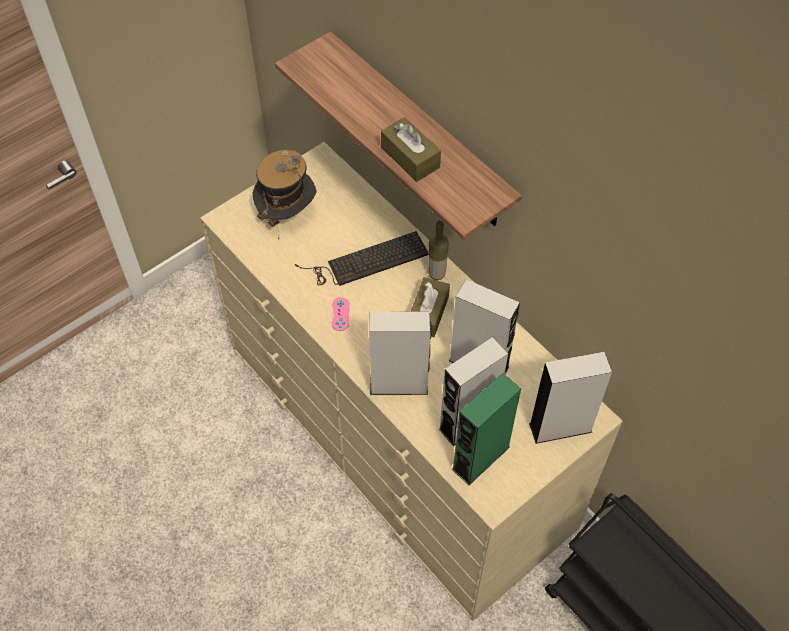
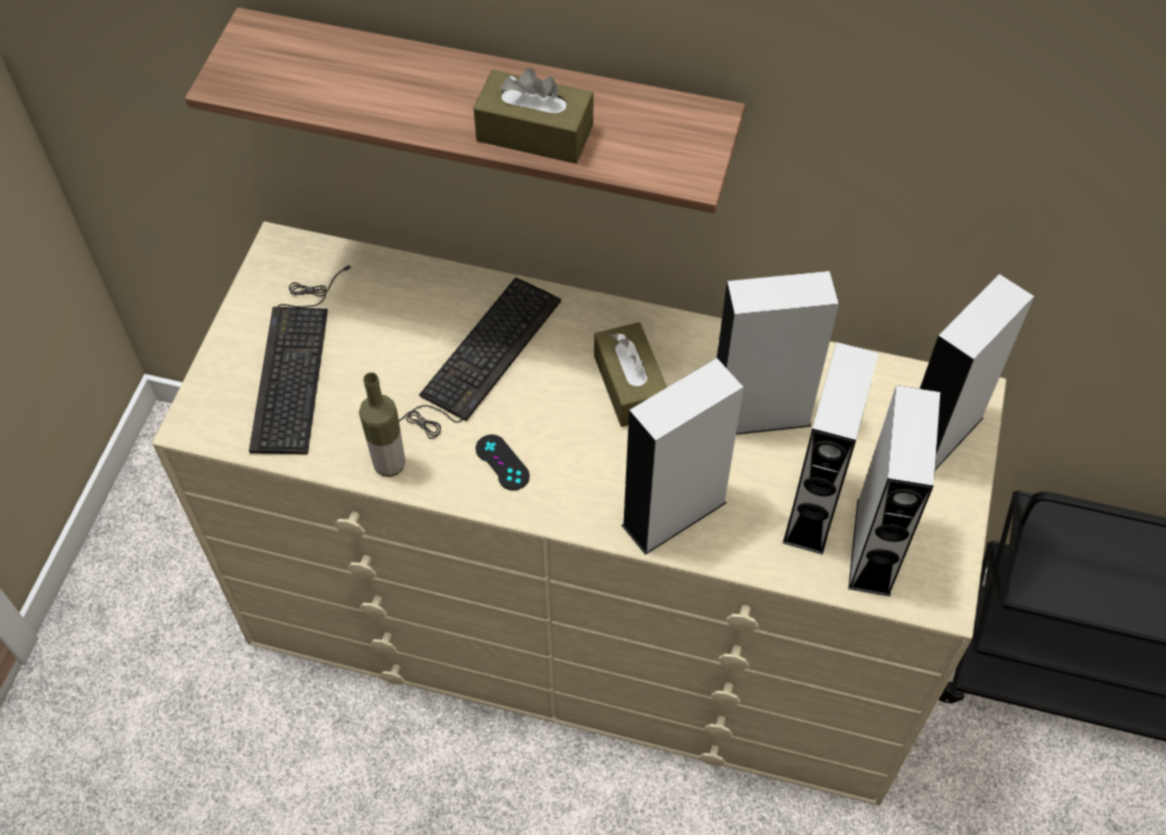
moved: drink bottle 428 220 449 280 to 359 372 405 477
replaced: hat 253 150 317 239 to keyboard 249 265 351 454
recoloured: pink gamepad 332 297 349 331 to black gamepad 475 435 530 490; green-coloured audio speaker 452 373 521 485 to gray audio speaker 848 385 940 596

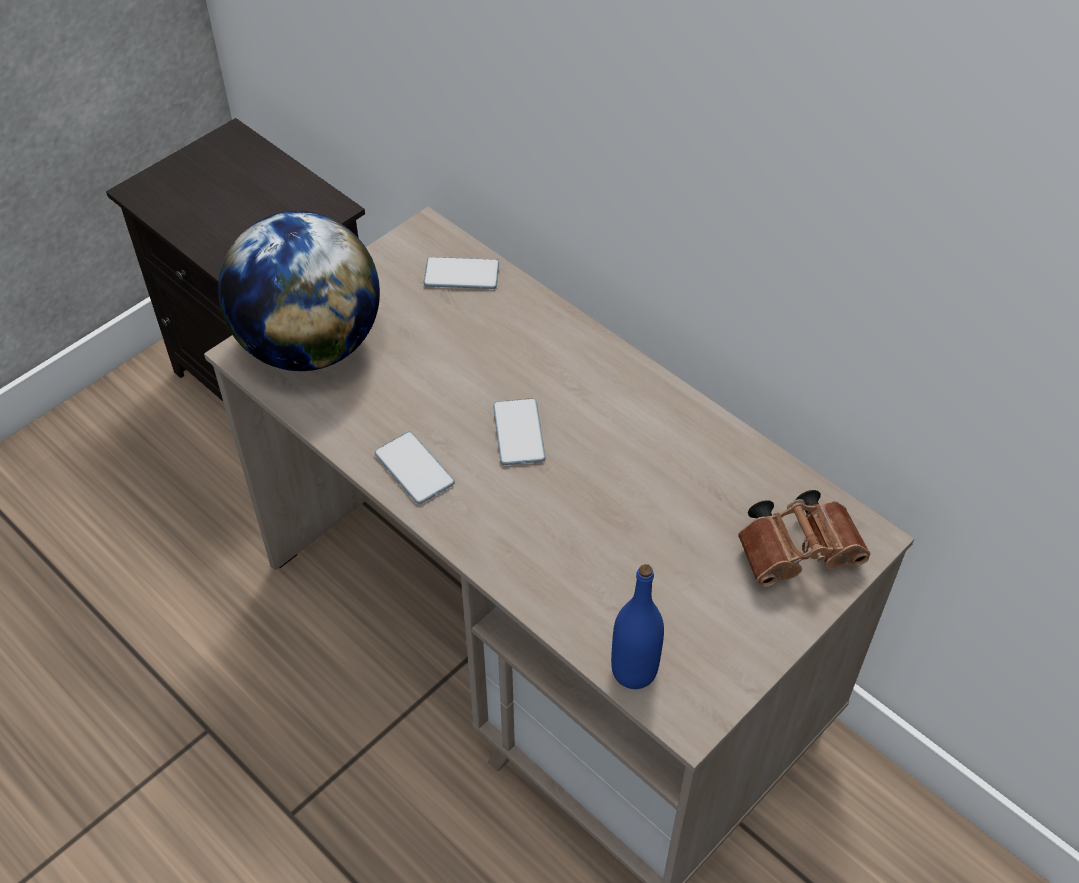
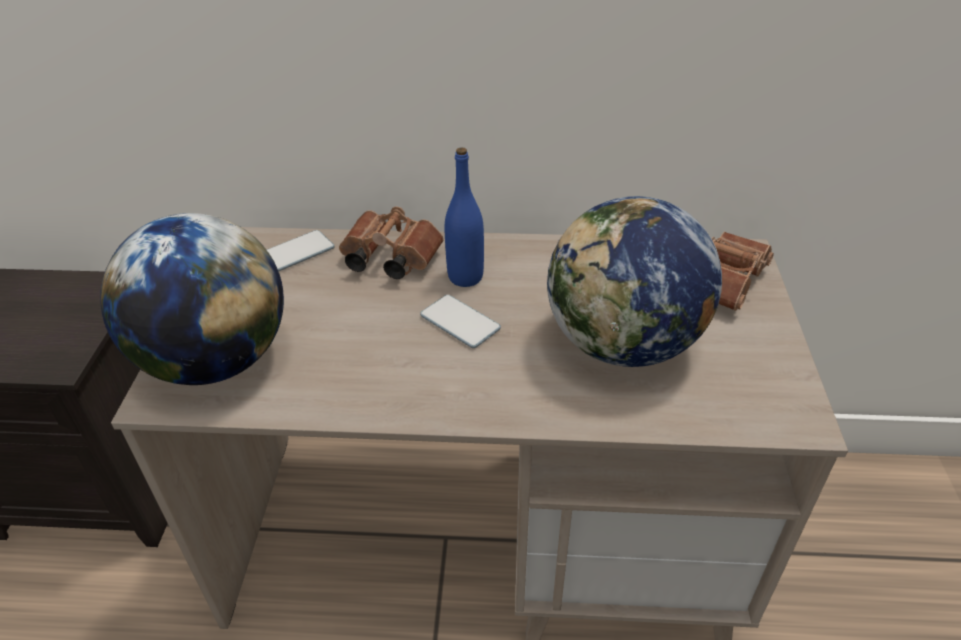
removed: handset 375 432 455 504
added: brownish binoculars 339 207 444 279; desk globe 547 196 722 367
moved: bluish drink bottle 611 564 664 689 to 445 147 484 287

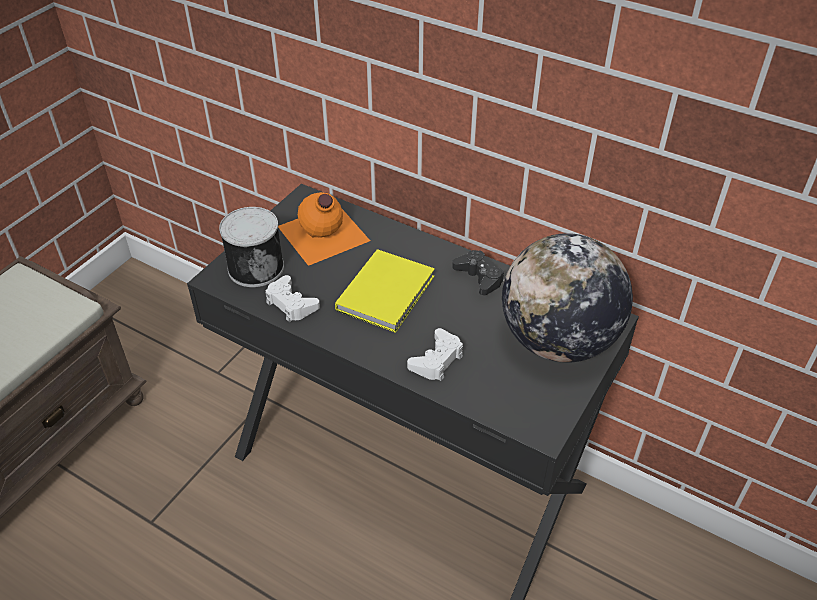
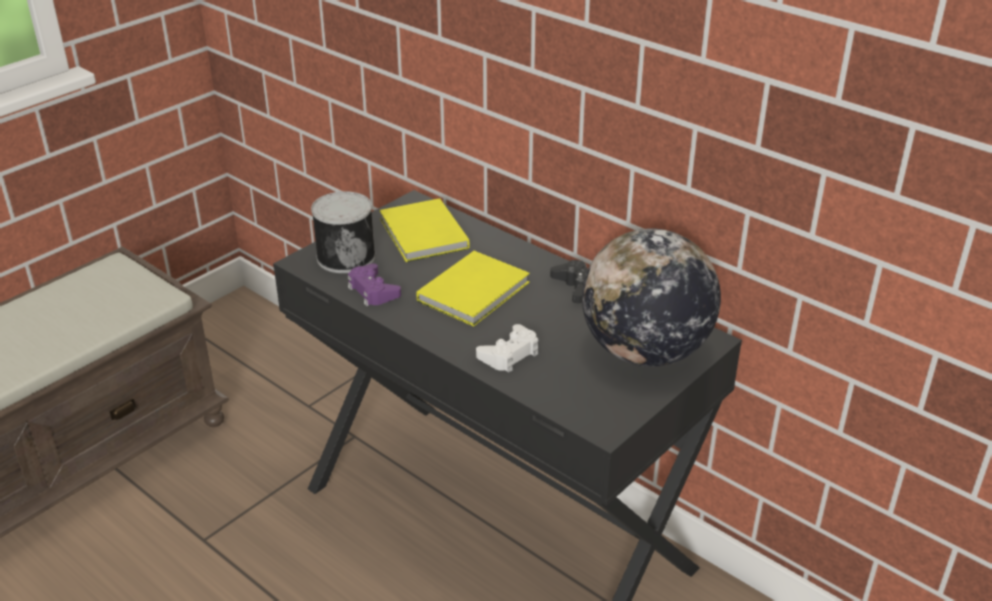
replaced: orangey drink bottle 278 192 370 266 to yellow bound book 379 198 469 262
recoloured: whitish gamepad 266 275 320 322 to purple gamepad 348 263 401 306

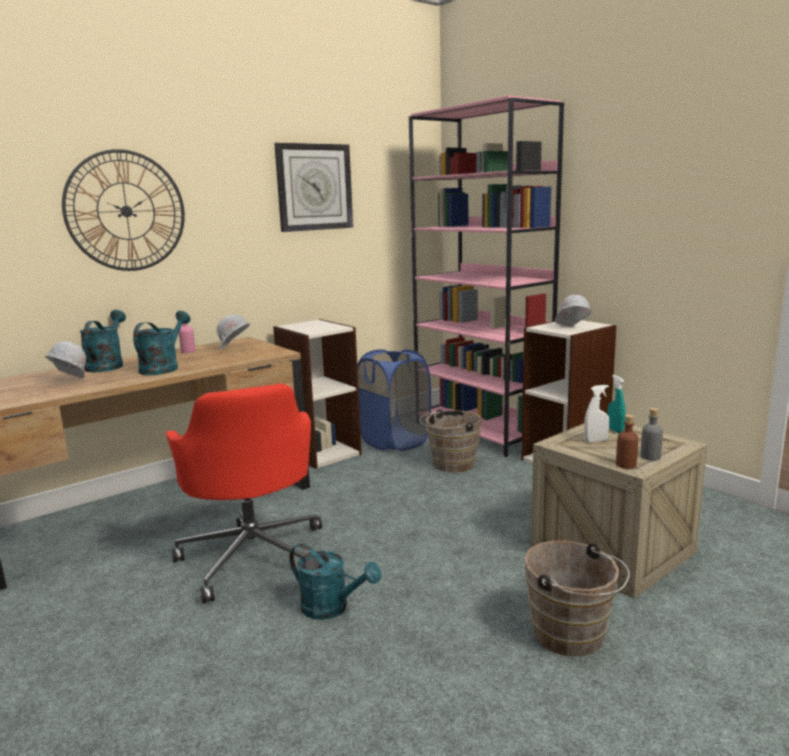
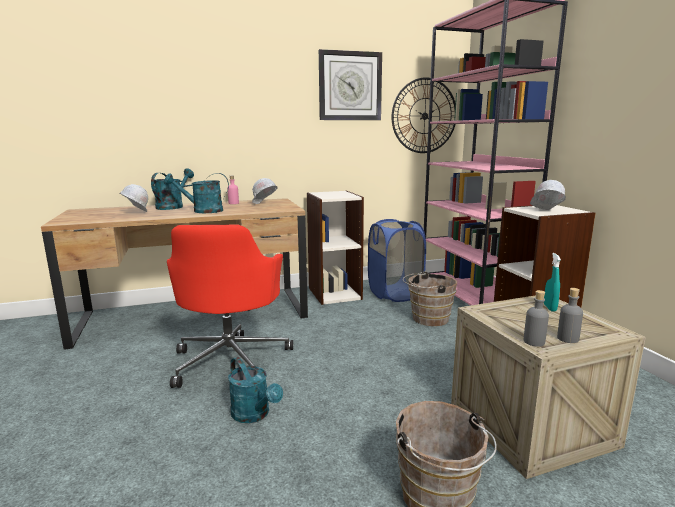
removed: whitish sprayer 584 385 610 442
moved: wall clock 62 149 185 271 to 392 77 455 153
recoloured: brownish drink bottle 616 415 638 469 to gray drink bottle 524 290 549 347
turned: blue-green watering can 133 311 191 375 = 164 173 229 213 135 degrees counterclockwise

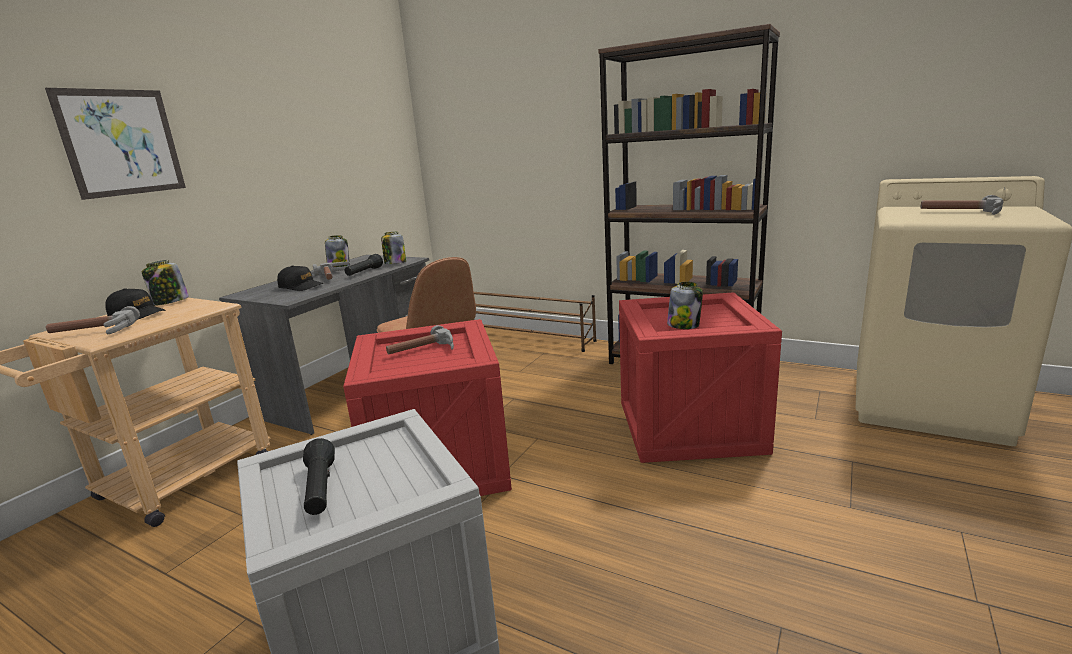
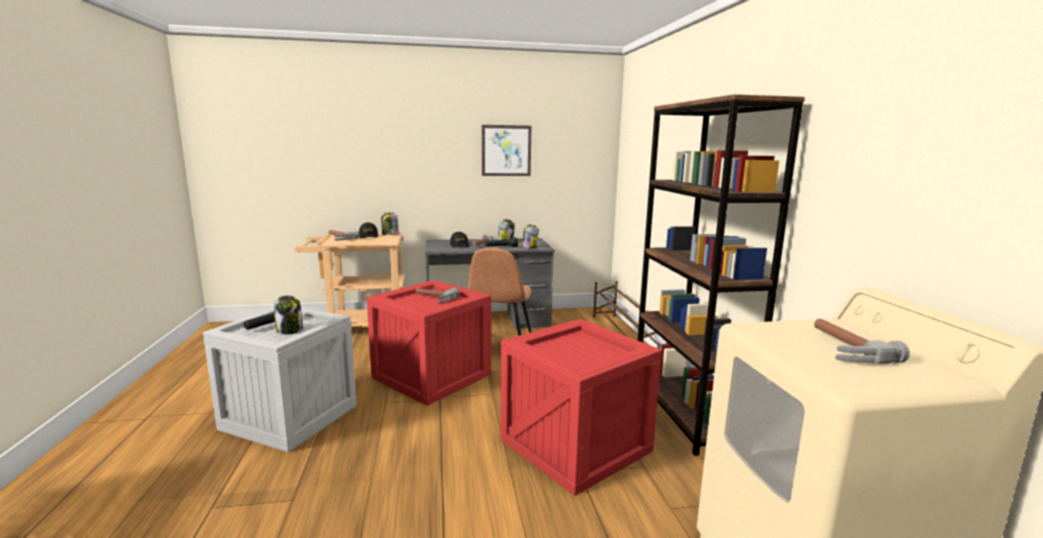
moved: storage jar 667 282 703 329 to 274 295 303 335; wall picture 45 88 186 200 to 482 125 532 176

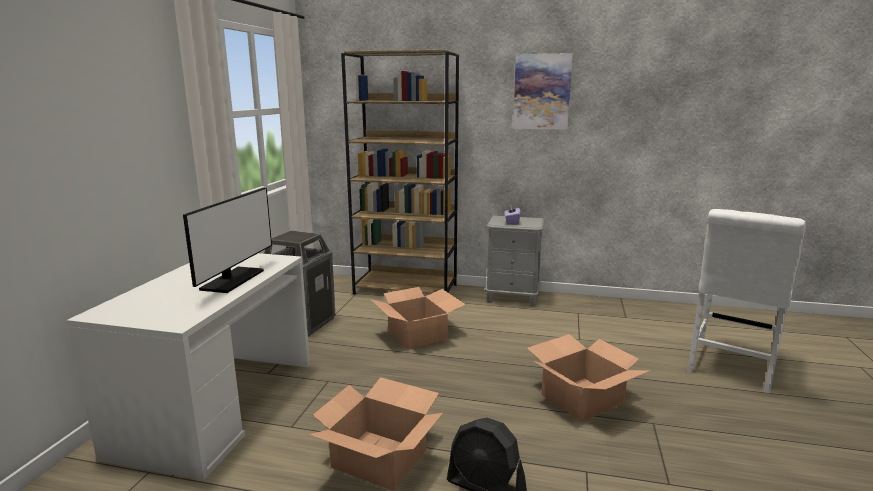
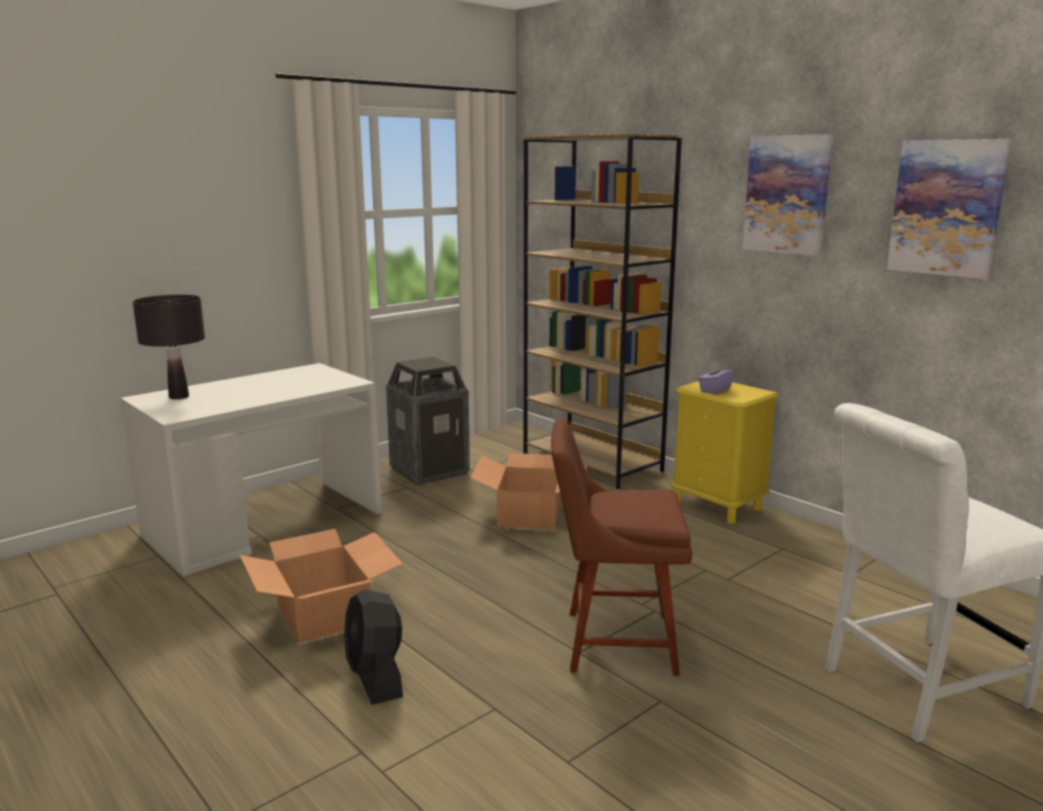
removed: computer screen 183 187 272 293
added: black table lamp 133 295 205 399; wall picture 887 139 1011 279
replaced: packing box 527 334 649 422 to brownish upright chair 551 418 692 676
recoloured: gray night table 485 216 544 307 to yellow night table 670 381 779 524

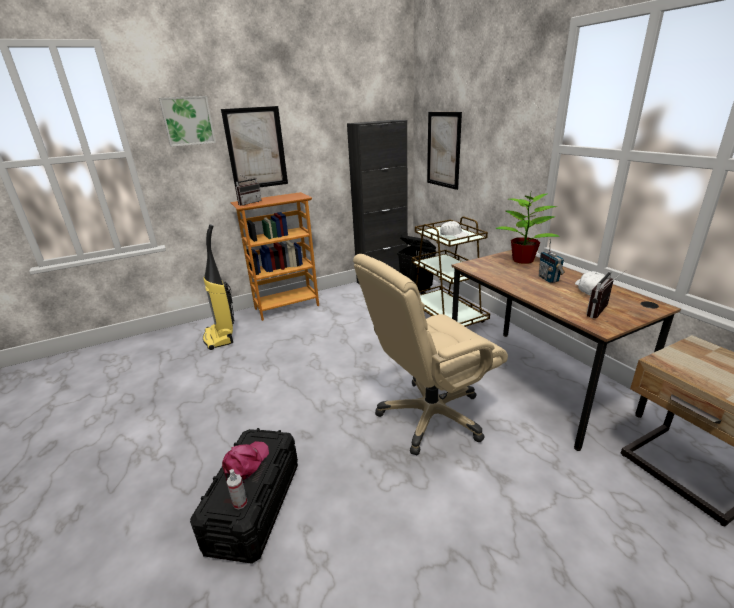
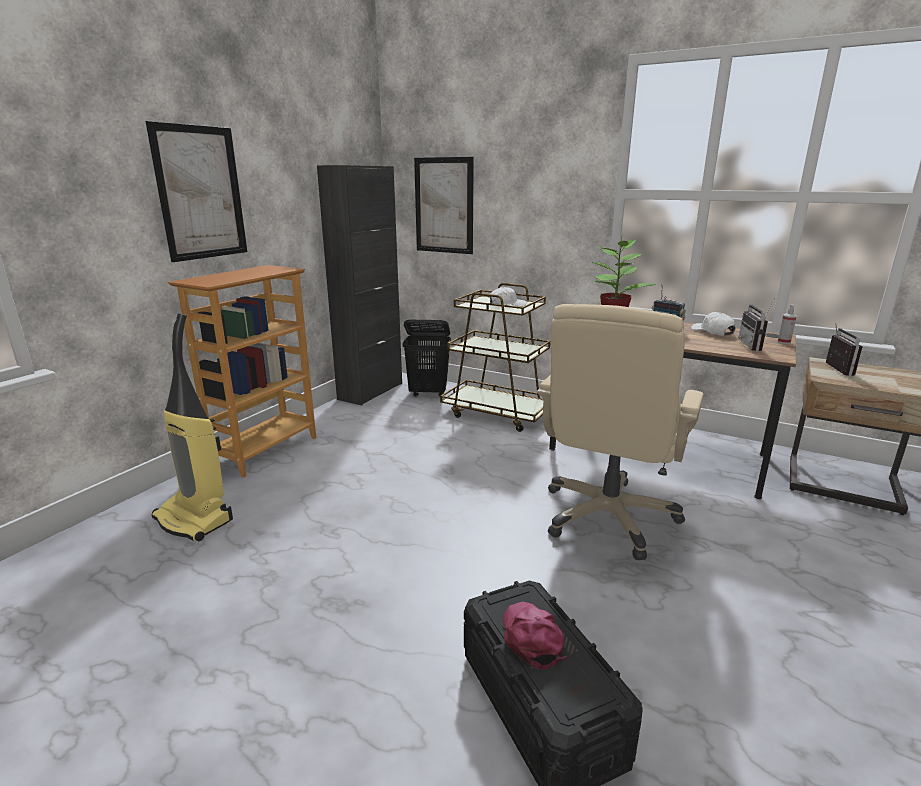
removed: wall picture 159 96 216 147
moved: sprayer 227 469 247 509 to 778 304 797 344; radio 235 173 262 206 to 826 325 863 376

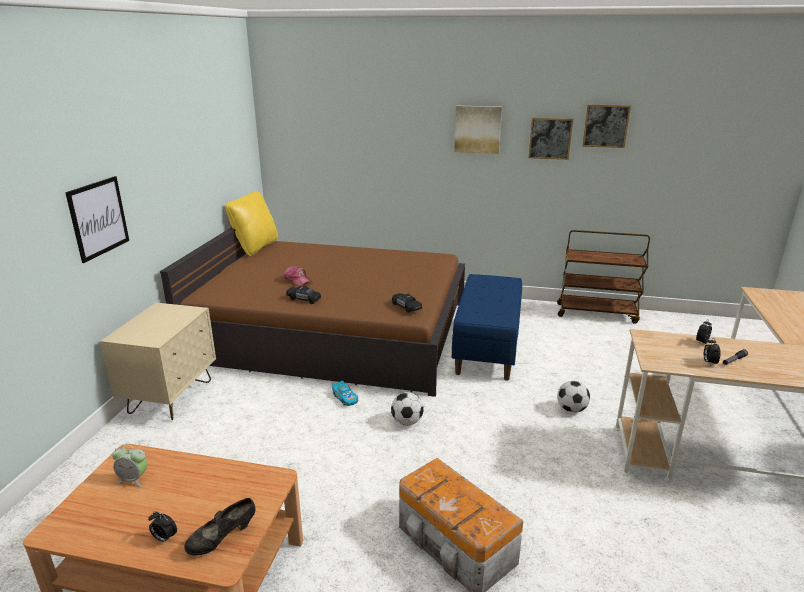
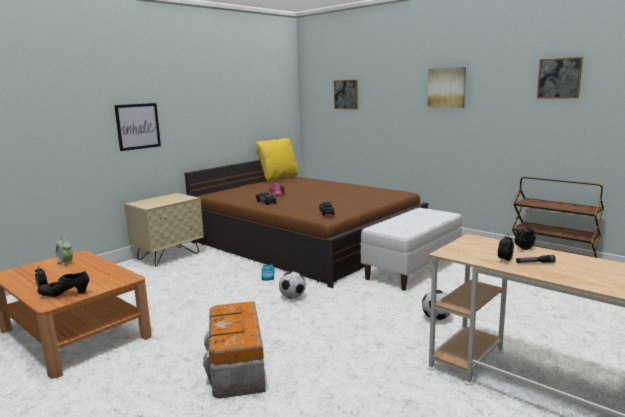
moved: wall picture 529 118 573 160 to 334 80 358 109
recoloured: bluish bench 452 274 522 381 to whitish bench 361 207 462 290

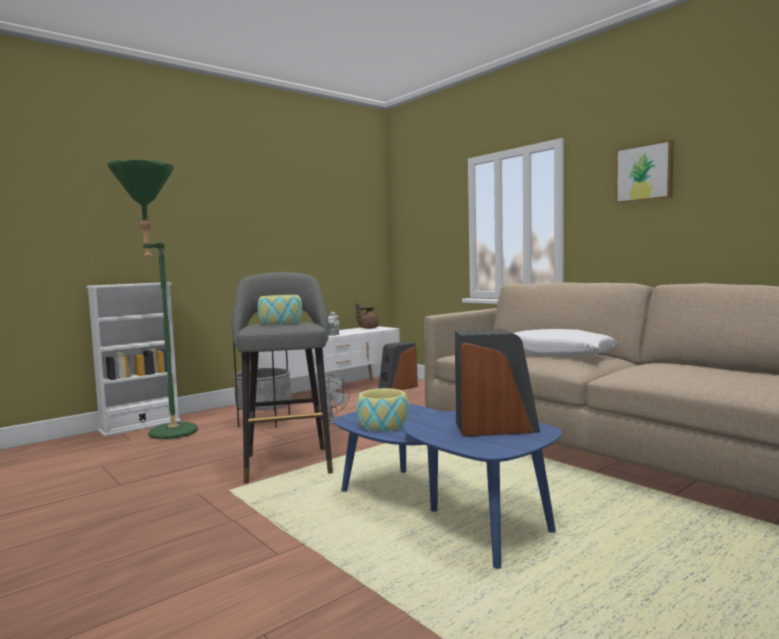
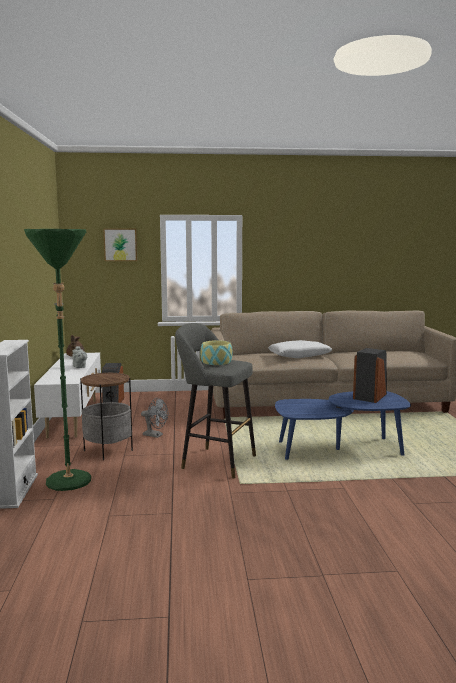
removed: deep dish 356 388 409 432
moved: wall picture 615 139 674 204 to 103 228 137 261

